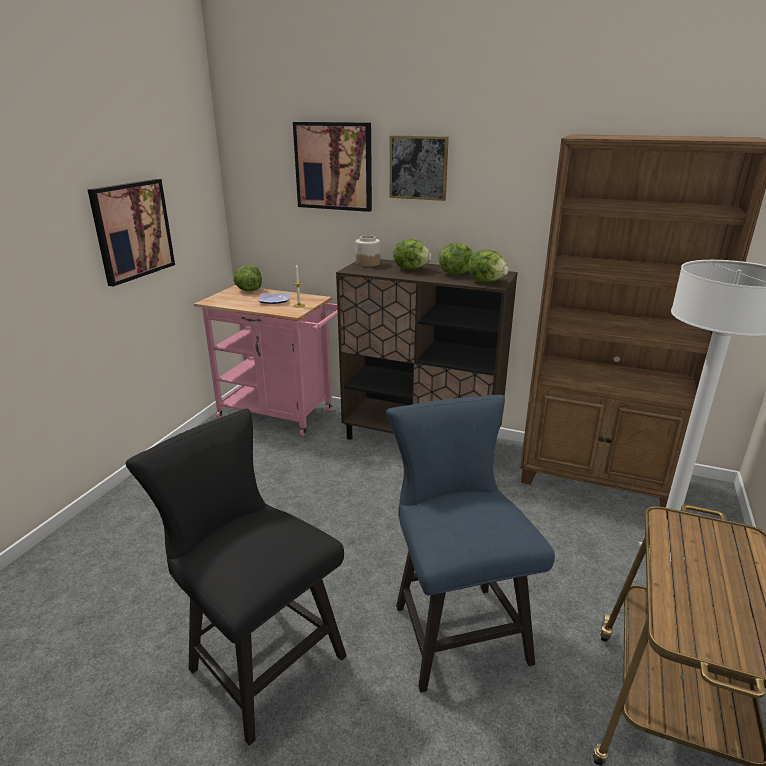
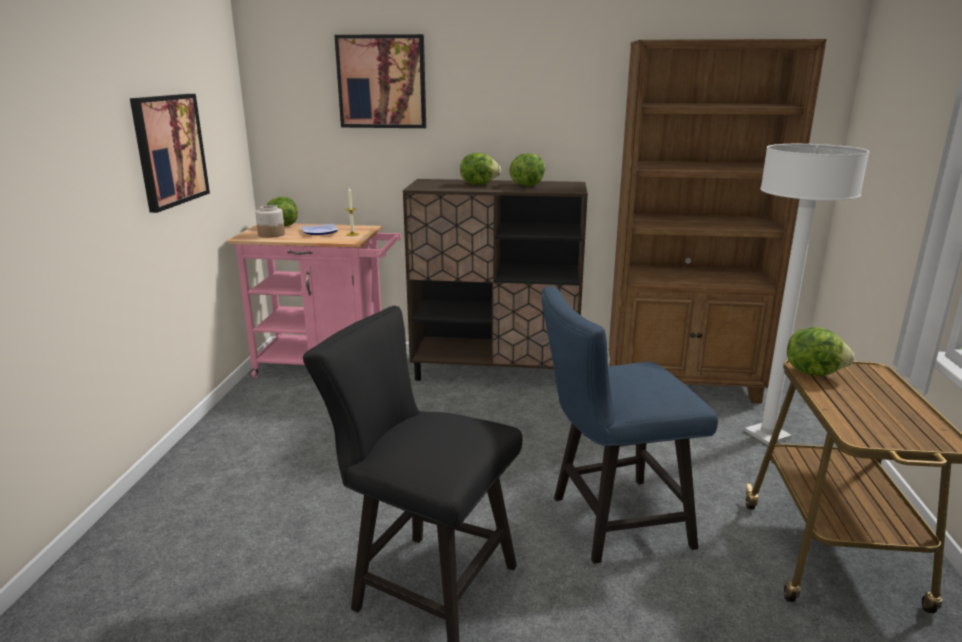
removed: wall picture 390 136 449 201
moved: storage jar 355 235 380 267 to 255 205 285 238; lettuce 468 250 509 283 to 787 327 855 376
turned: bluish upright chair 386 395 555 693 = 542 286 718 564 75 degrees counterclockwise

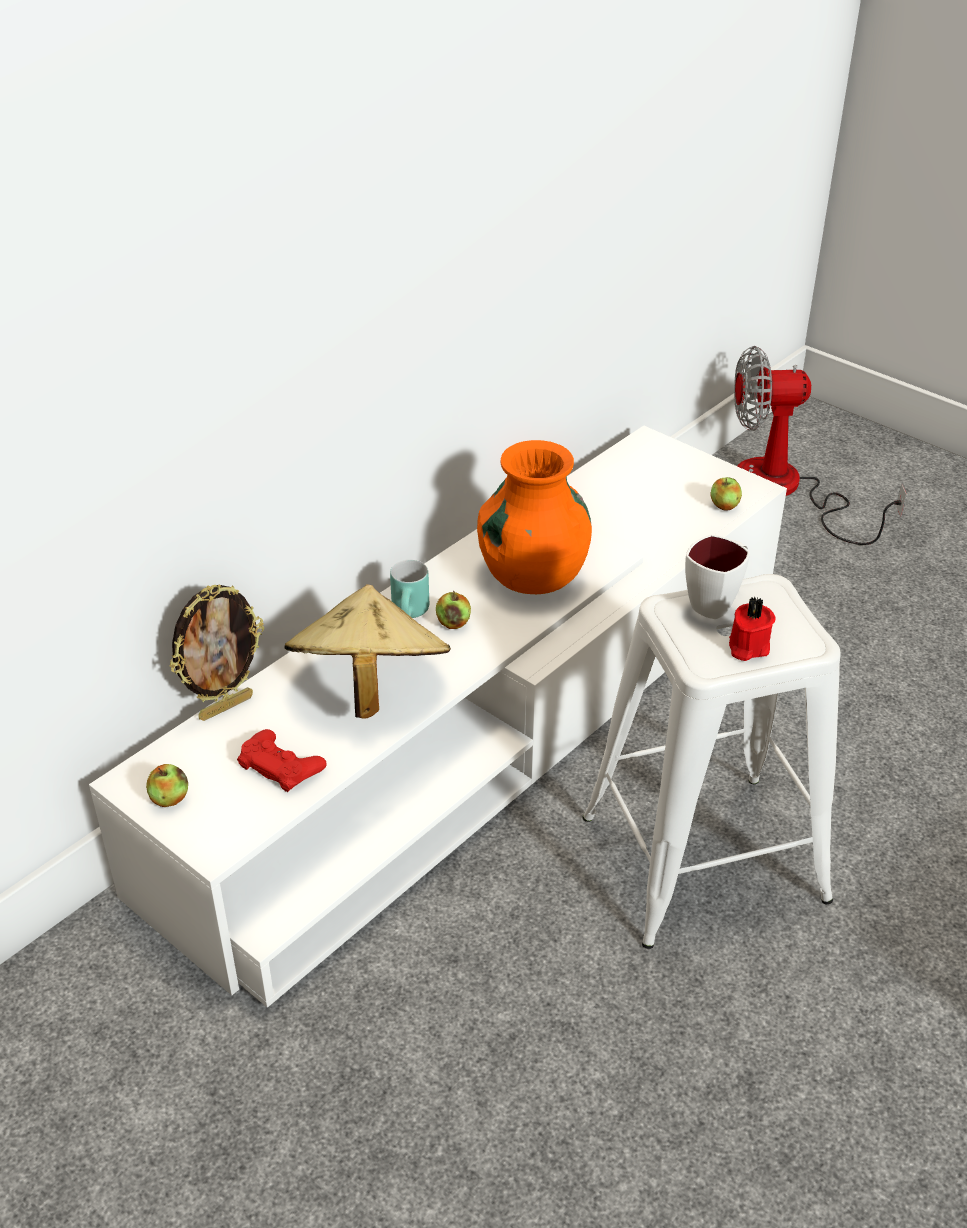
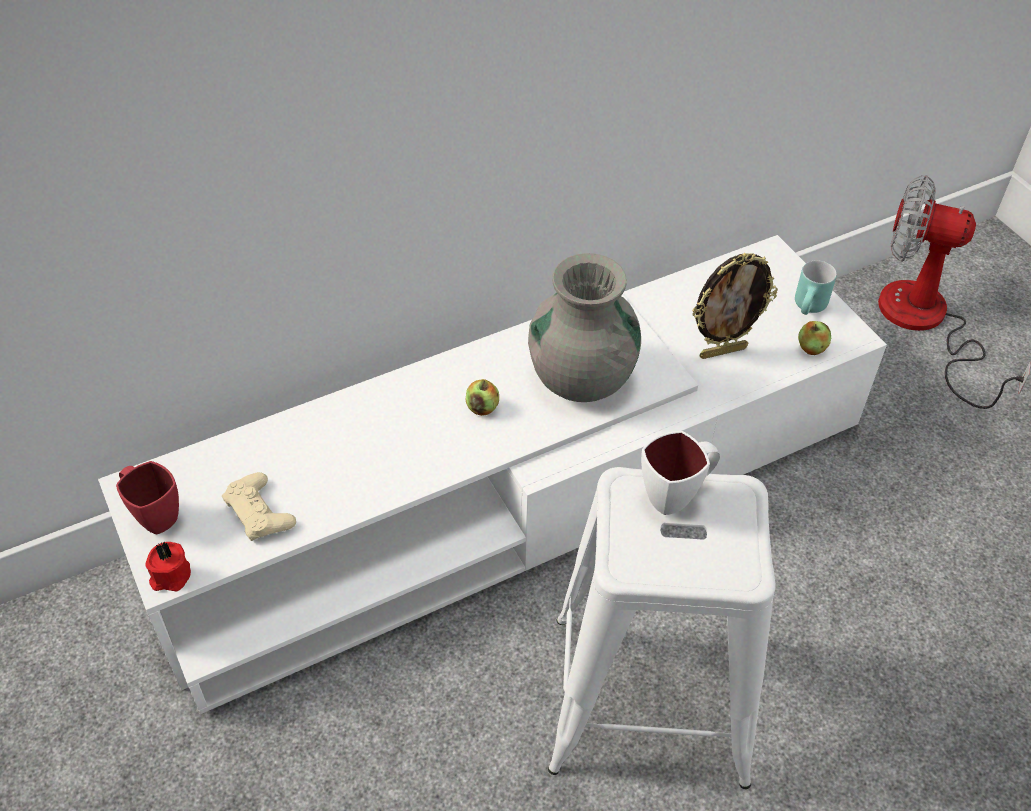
removed: beige hat 285 584 451 719
moved: red-coloured wax candle 729 596 775 661 to 145 542 191 592; standing frame 169 585 264 721 to 692 253 778 359; blue-green tea mug 390 560 429 618 to 795 260 837 315
replaced: apple fruit 146 764 188 807 to red-coloured tea mug 116 461 179 534
recoloured: red-coloured gamepad 237 729 327 792 to beige gamepad 222 472 296 541; orangey vase 477 440 592 594 to gray vase 528 253 641 402

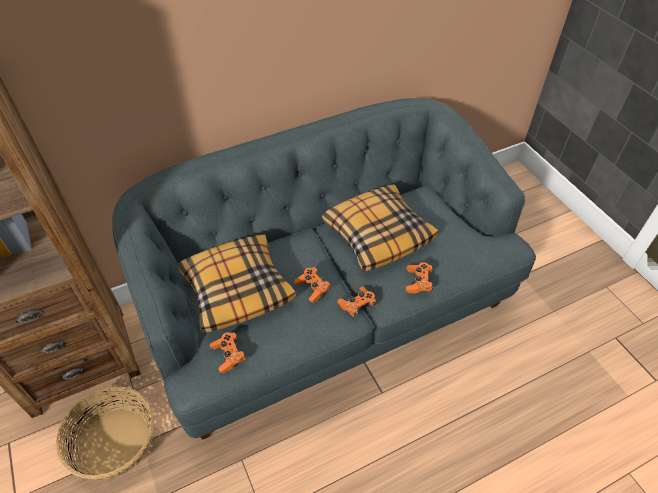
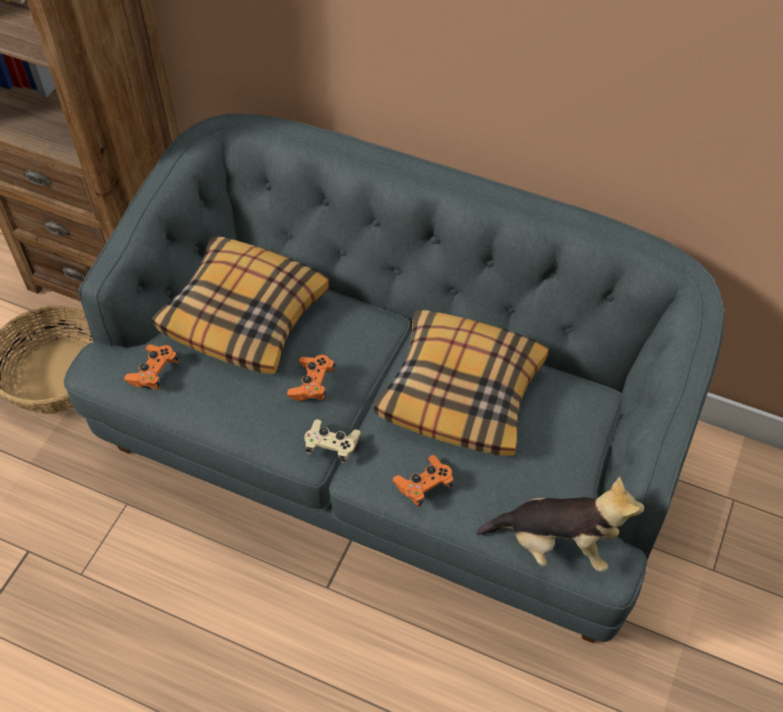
added: soft toy 476 476 644 572
recoloured: orangey gamepad 337 287 376 318 to beige gamepad 304 419 361 463

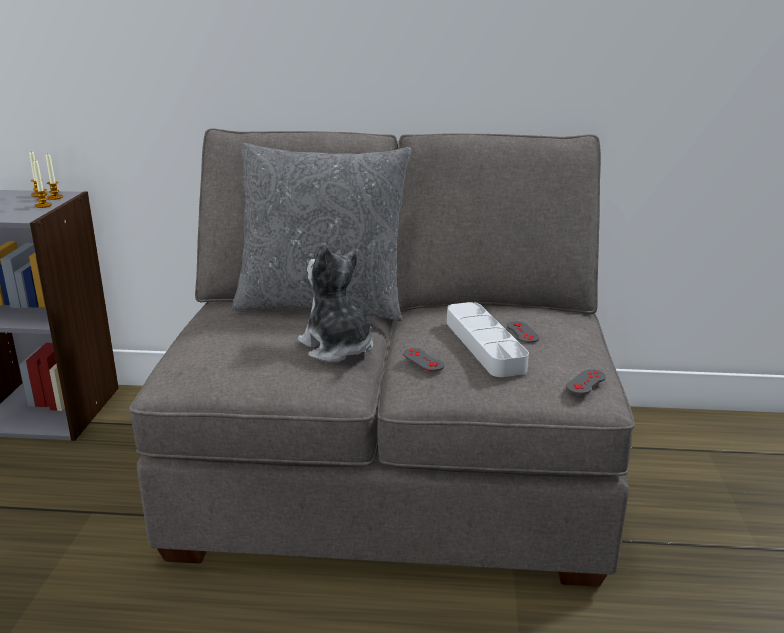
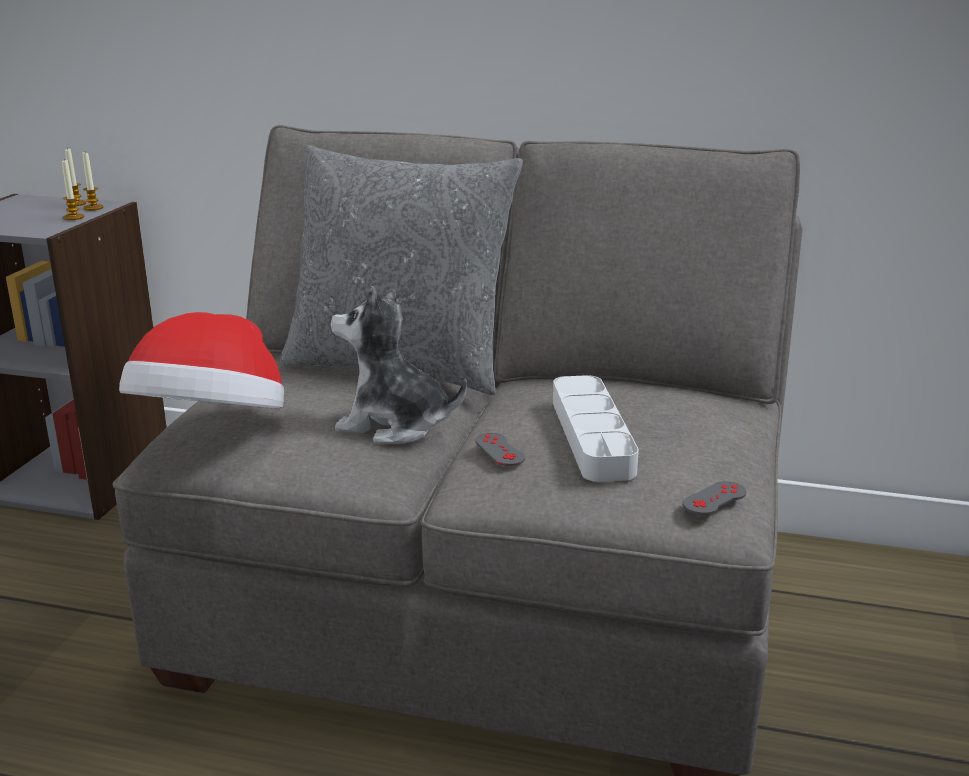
removed: gray gamepad 507 321 539 343
added: hat 119 312 284 409
turned: soft toy 298 243 373 362 = 331 286 467 444 45 degrees counterclockwise

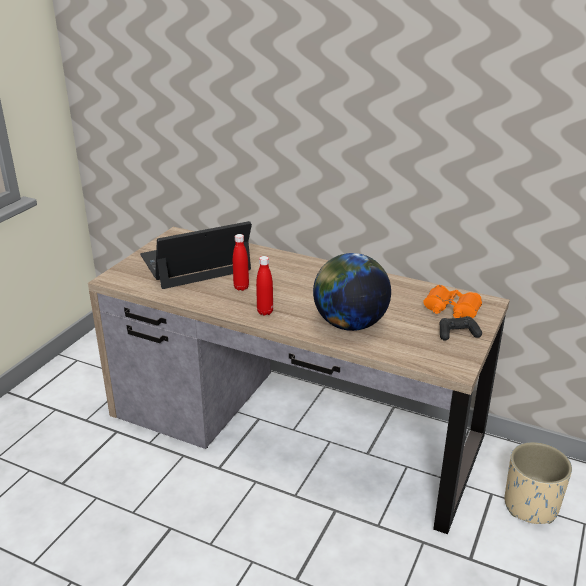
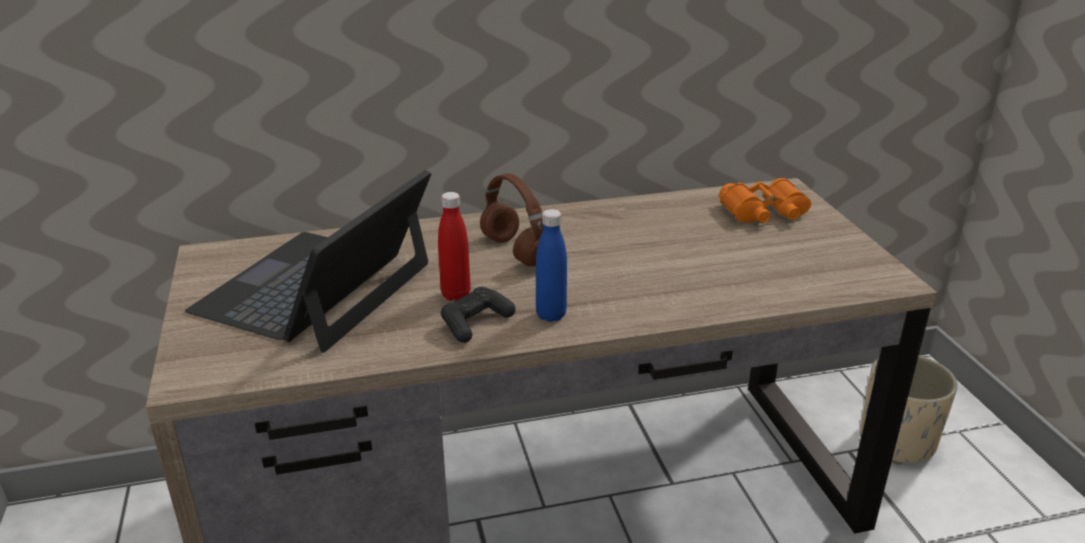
removed: desk globe 313 253 391 331
added: brownish pair of headphones 480 173 544 266
moved: black gamepad 440 316 482 341 to 441 287 516 343
recoloured: red-coloured drink bottle 256 256 273 316 to bluish drink bottle 536 209 567 322

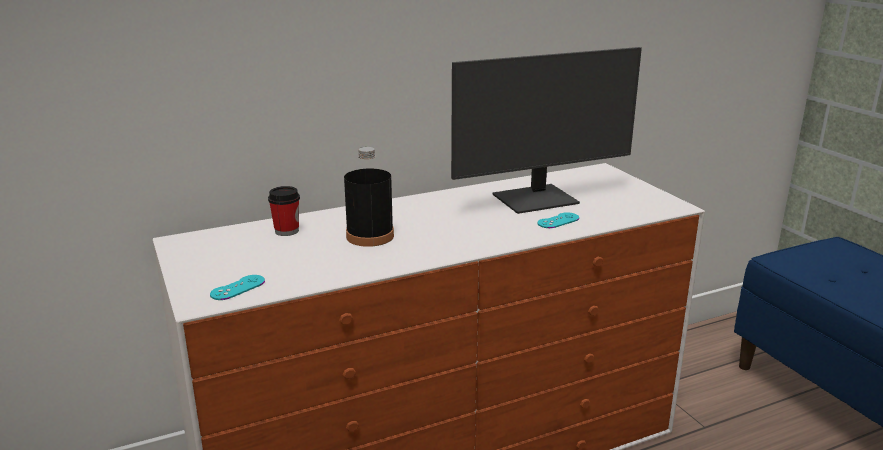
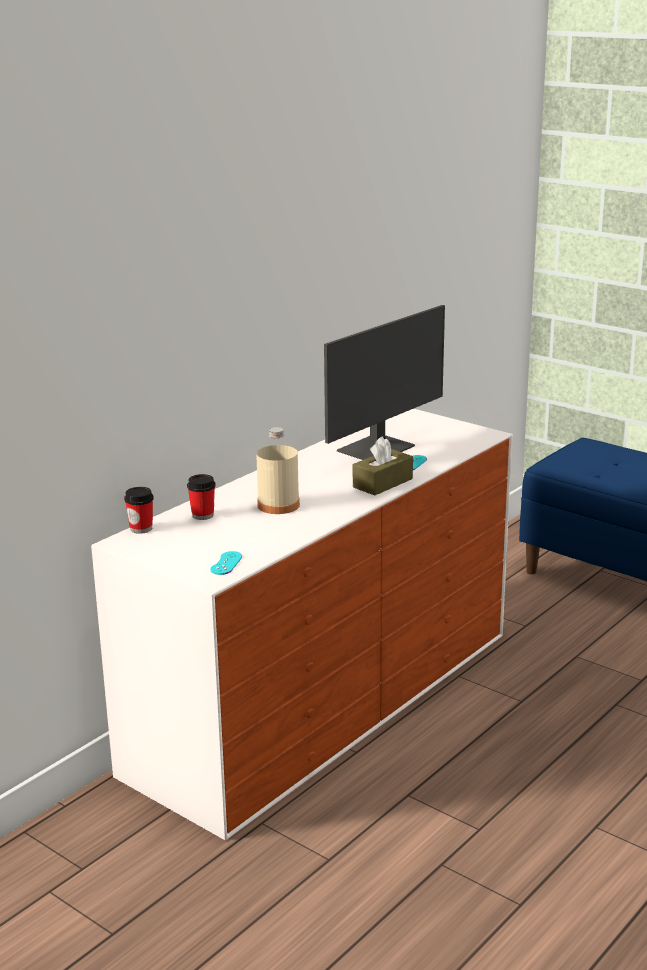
added: small cup 124 487 154 534; brownish box of tissues 353 436 413 495
recoloured: black drink bottle 344 147 394 247 to beige drink bottle 256 427 300 514

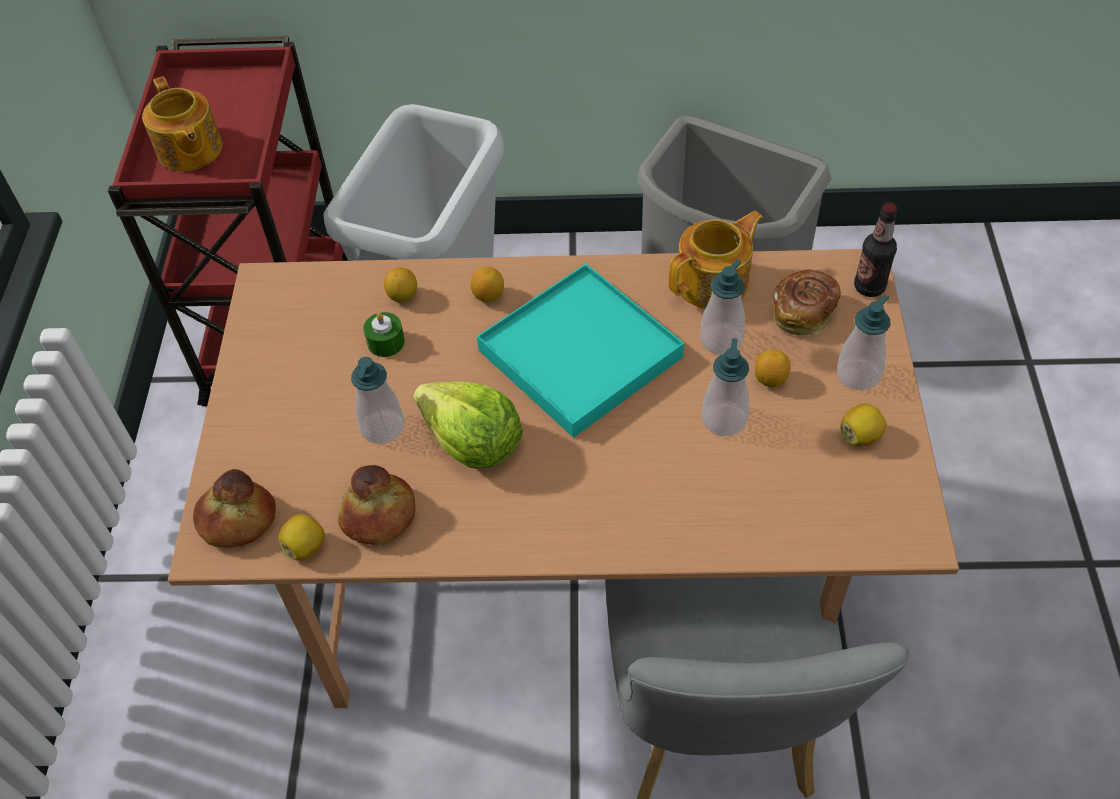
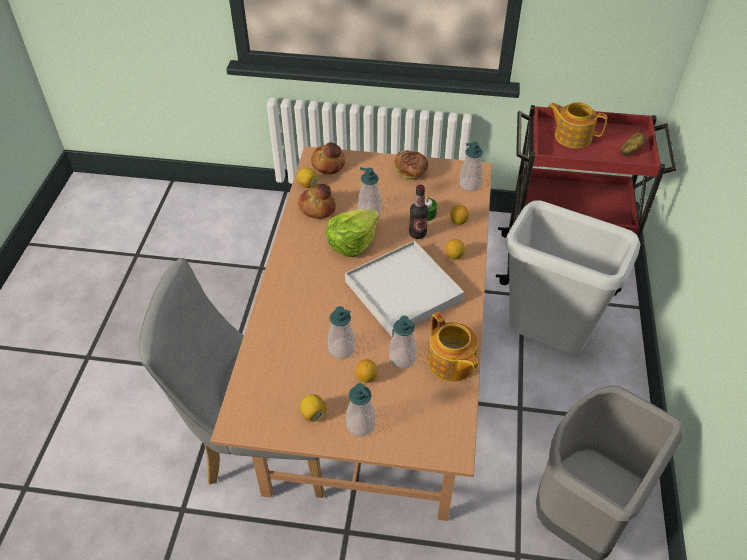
added: liquid soap bottle 459 141 483 191; potato 621 132 647 156
moved: bakery bread 773 270 841 335 to 394 150 428 180; drink bottle 854 202 898 297 to 409 185 428 239
recoloured: blue-green carrying tray 477 264 684 438 to whitish carrying tray 345 240 464 337
turned: teapot 142 76 223 171 = 548 102 607 149 45 degrees clockwise

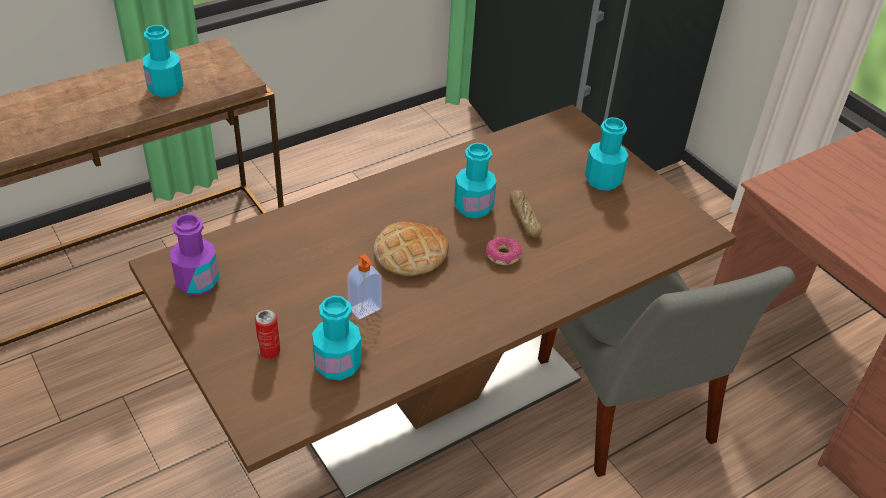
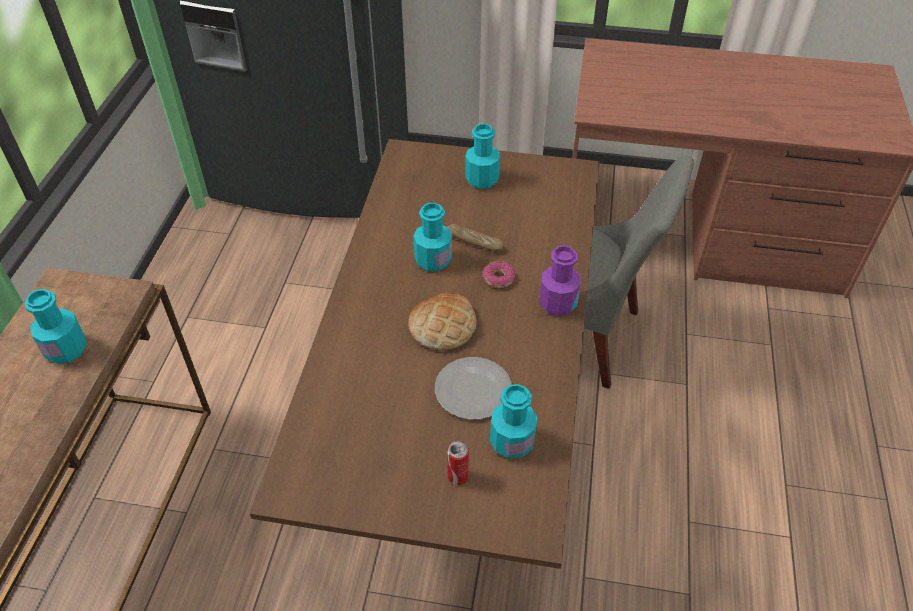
moved: purple drink bottle 169 214 219 295 to 539 245 581 316
replaced: liquid soap bottle 347 254 382 320 to flat dish 435 357 512 420

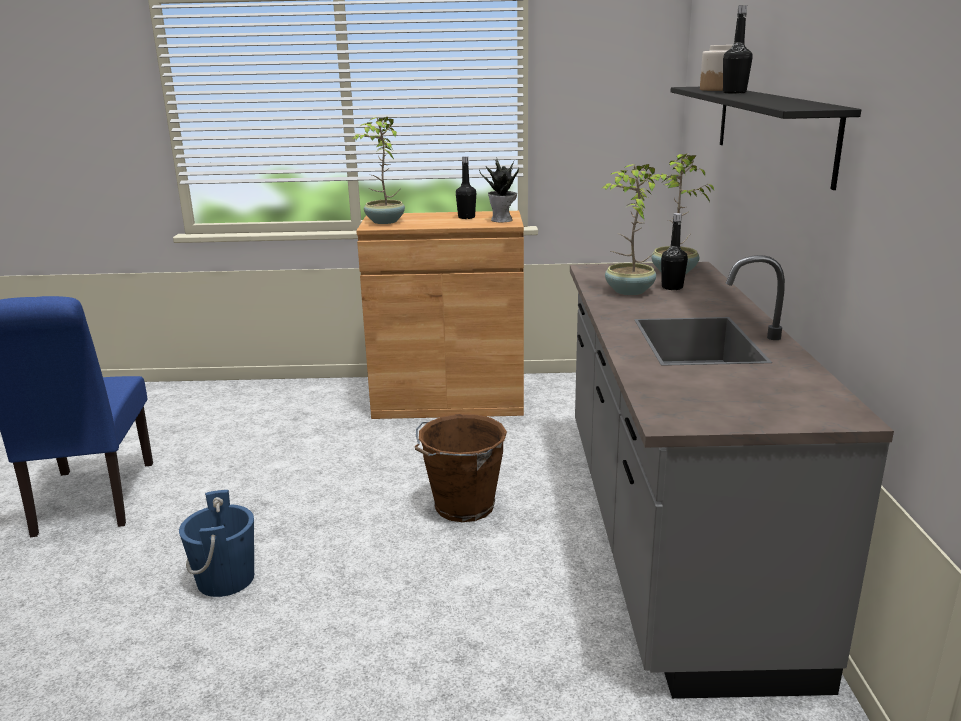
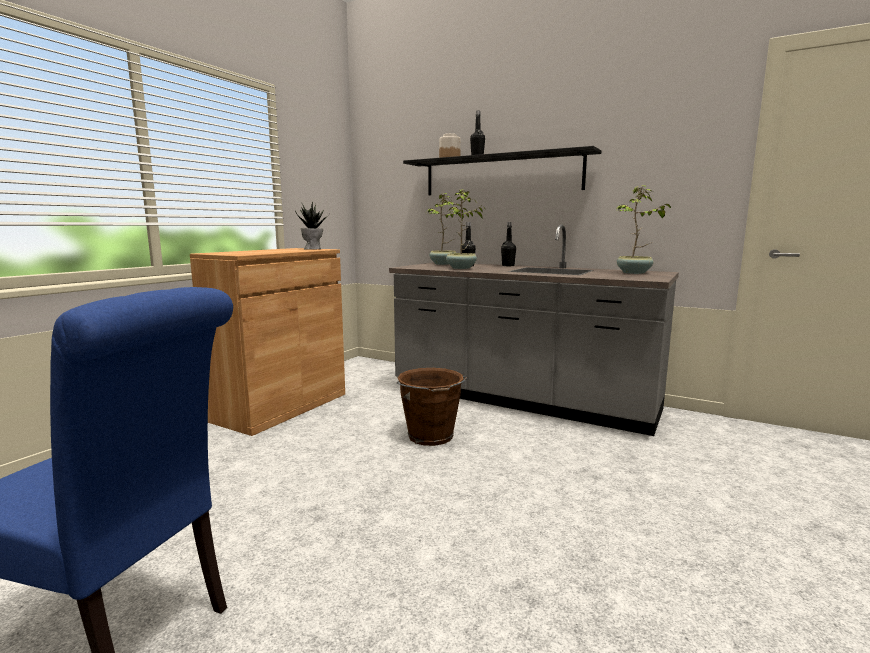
removed: bluish pail 179 490 254 597
moved: black drink bottle 456 156 476 219 to 501 222 516 266; houseplant 352 117 405 224 to 616 185 671 274

